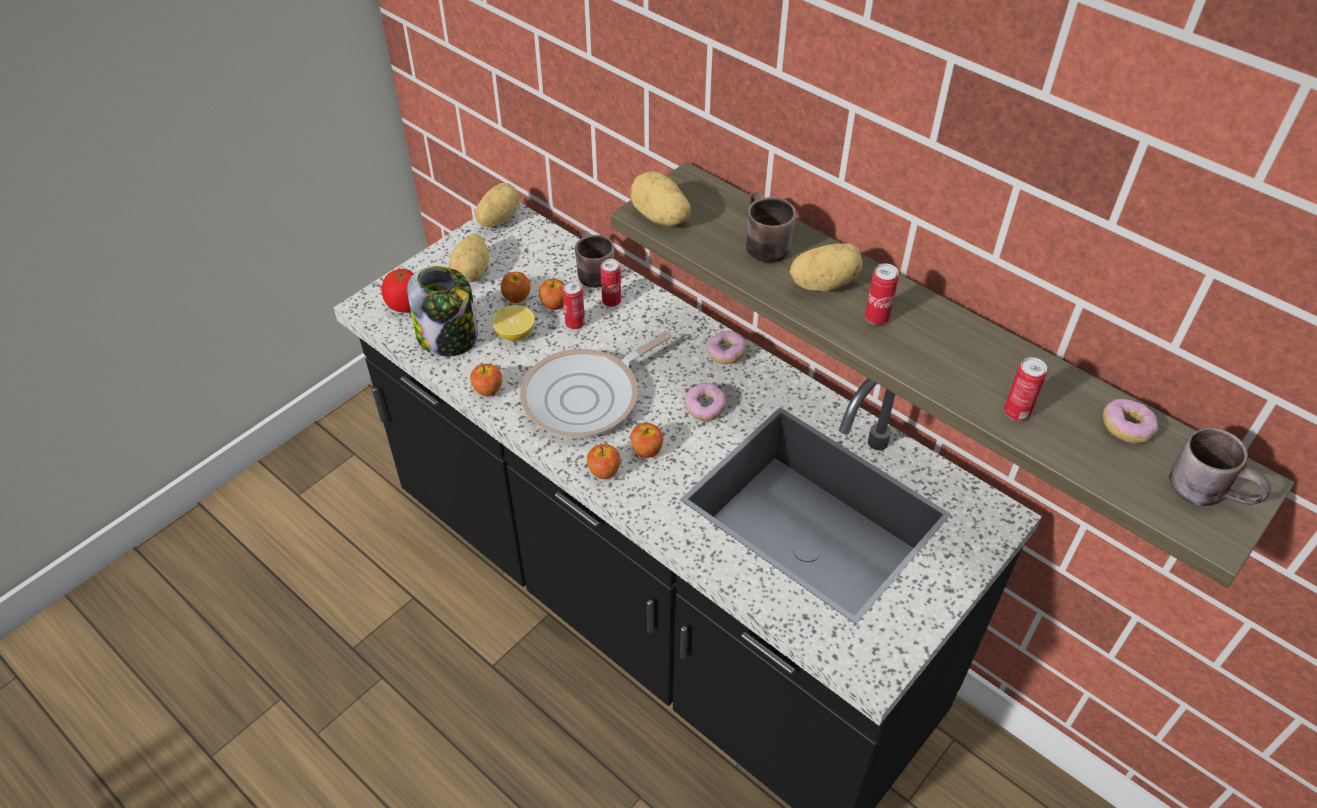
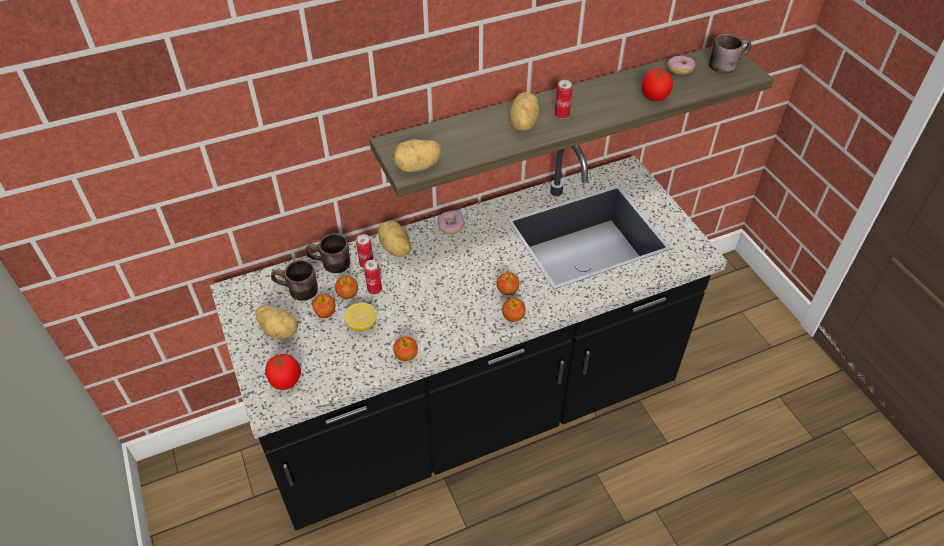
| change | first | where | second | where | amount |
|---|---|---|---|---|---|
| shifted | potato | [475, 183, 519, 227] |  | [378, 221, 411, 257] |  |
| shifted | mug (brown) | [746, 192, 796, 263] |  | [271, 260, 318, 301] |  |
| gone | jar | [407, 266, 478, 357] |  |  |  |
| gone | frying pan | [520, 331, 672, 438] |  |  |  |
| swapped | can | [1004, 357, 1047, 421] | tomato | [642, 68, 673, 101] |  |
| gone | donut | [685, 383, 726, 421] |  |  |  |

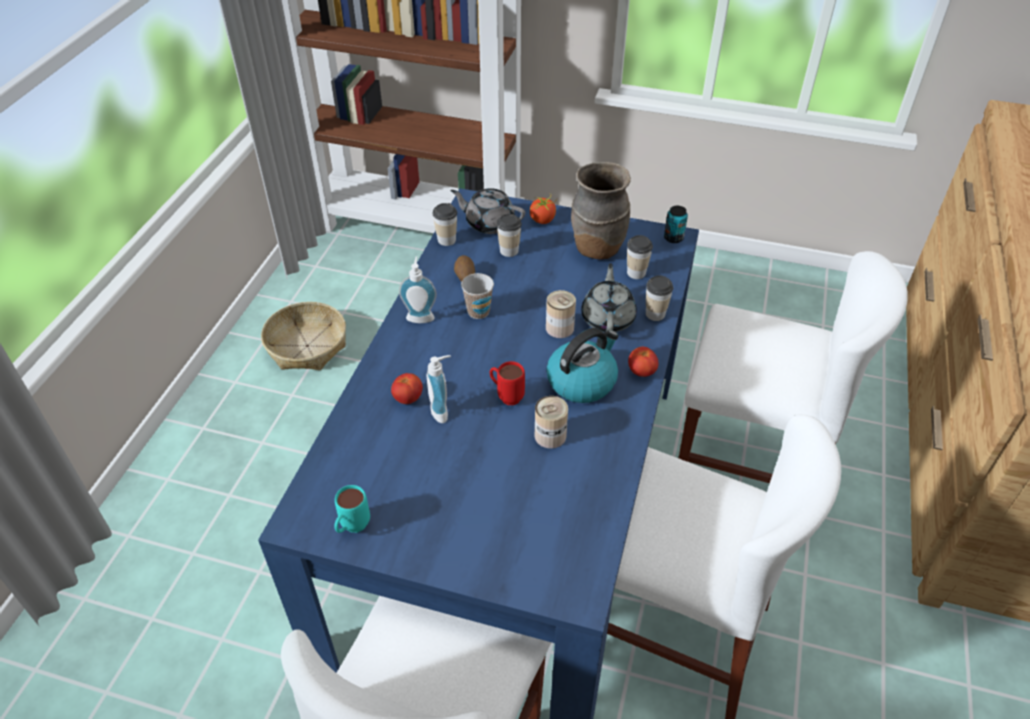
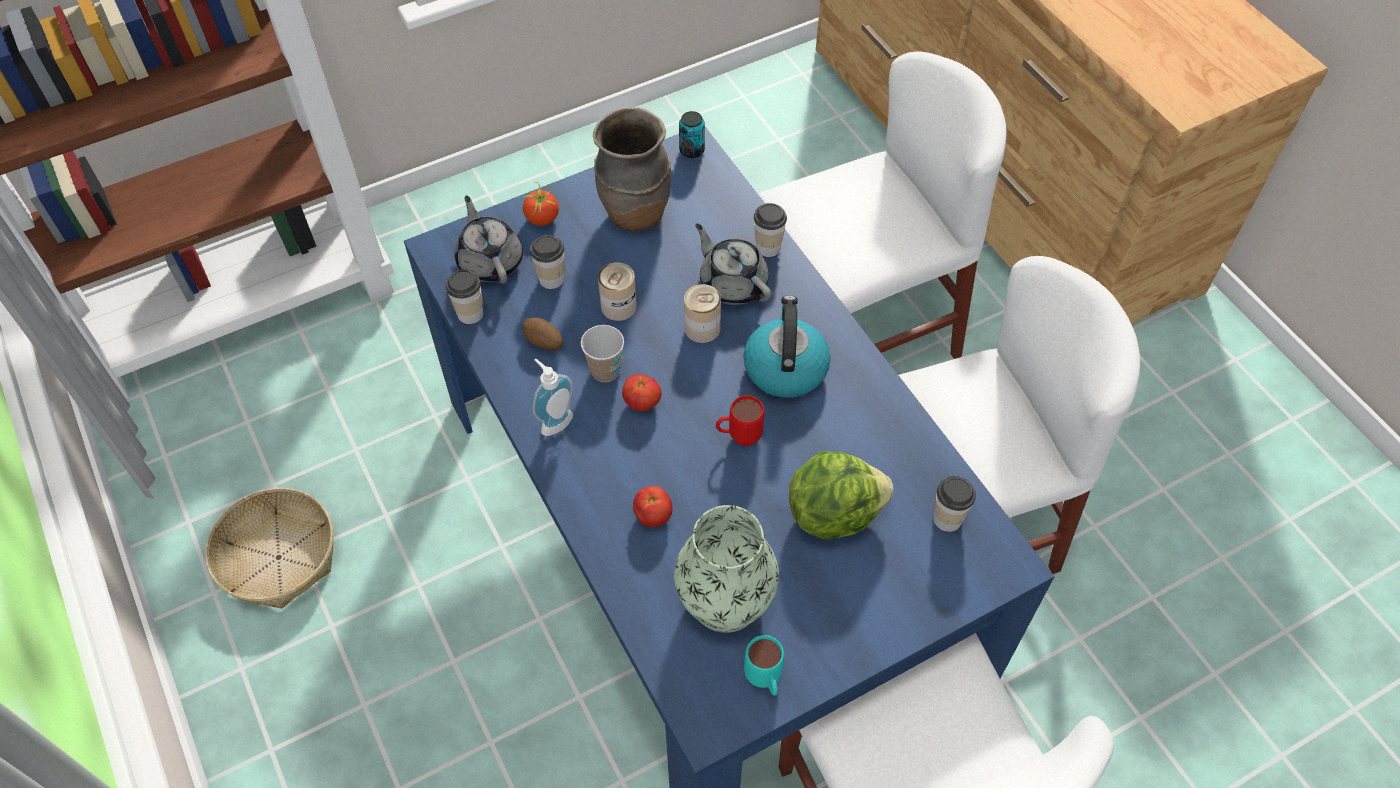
| change | first | where | second | where | amount |
|---|---|---|---|---|---|
| rotated | teapot (grey) | [450, 188, 525, 234] |  | [454, 195, 523, 284] | 90 degrees clockwise |
| shifted | cup | [627, 235, 653, 279] |  | [933, 476, 976, 532] |  |
| shifted | tomato | [628, 347, 659, 377] |  | [622, 374, 662, 412] |  |
| gone | soap dispenser | [426, 355, 451, 423] |  |  |  |
| shifted | can | [535, 396, 568, 449] |  | [598, 262, 637, 321] |  |
| new |  |  | lettuce | [789, 451, 894, 539] |  |
| new |  |  | vase | [674, 505, 779, 633] |  |

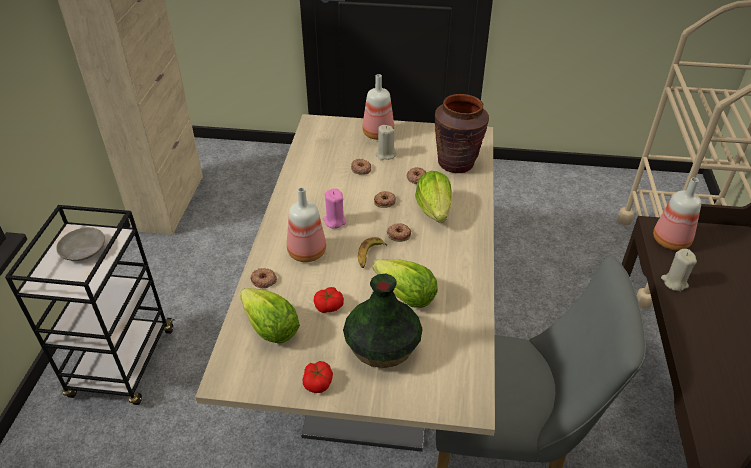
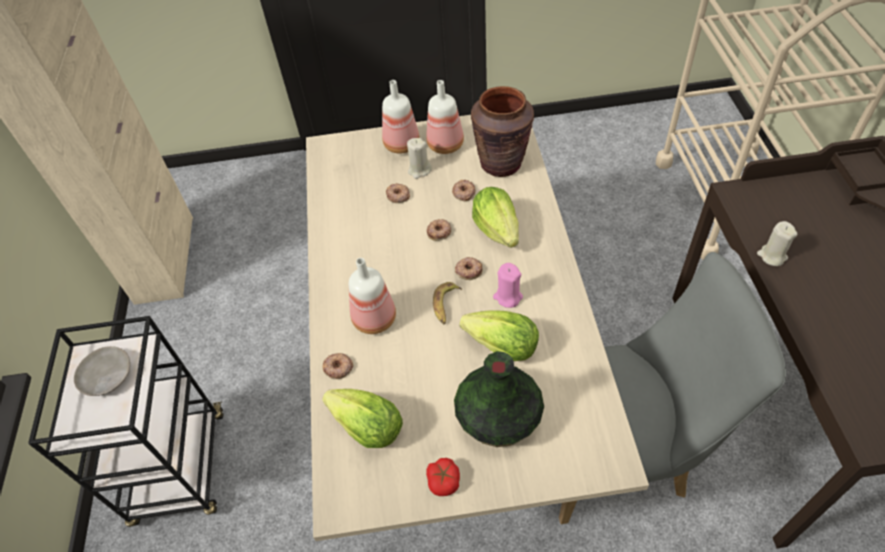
| change | first | where | second | where | amount |
|---|---|---|---|---|---|
| shifted | bottle | [653, 178, 701, 250] |  | [426, 80, 464, 154] |  |
| shifted | candle (pink) | [323, 188, 346, 229] |  | [493, 263, 523, 308] |  |
| gone | tomato | [314, 287, 344, 313] |  |  |  |

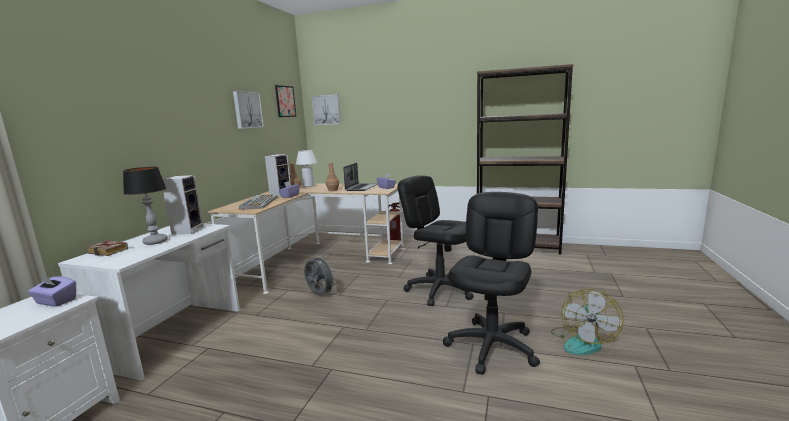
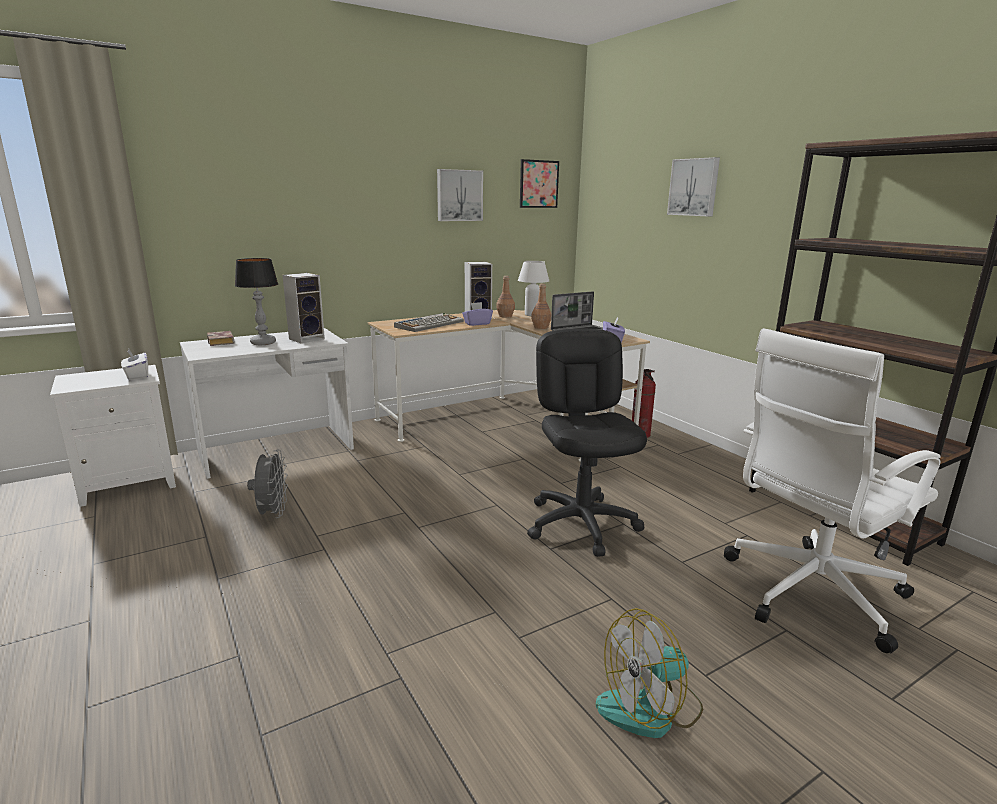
| change | first | where | second | where | amount |
|---|---|---|---|---|---|
| shifted | picture | [312, 94, 341, 125] |  | [667, 157, 720, 217] |  |
| gone | office chair (black) | [443, 192, 540, 375] |  |  |  |
| shifted | fan (grey) | [304, 255, 336, 295] |  | [247, 450, 288, 518] |  |
| repainted | tissue box (purple) | [28, 276, 76, 307] | tissue box (white) | [121, 349, 148, 380] |  |
| new |  |  | office chair (white) | [724, 328, 941, 654] |  |

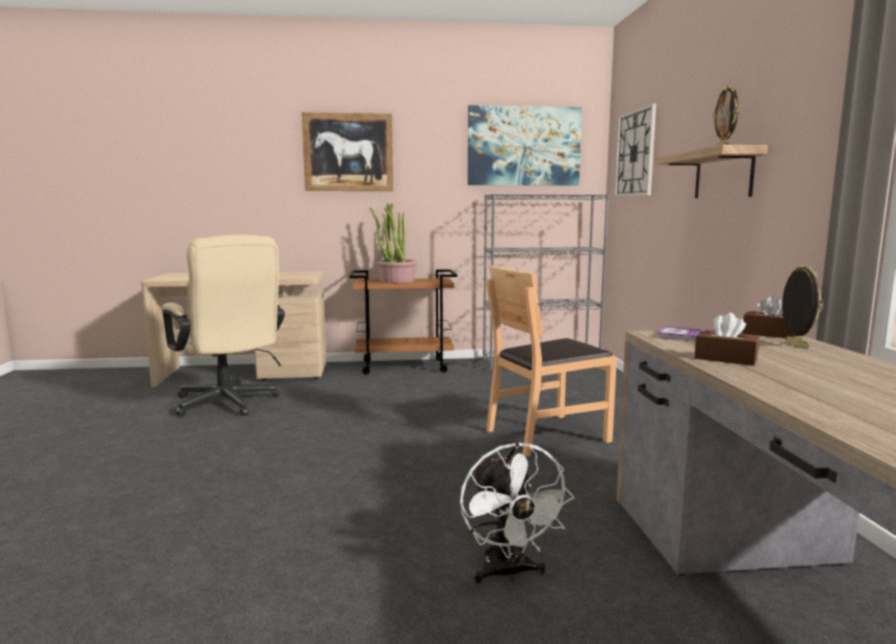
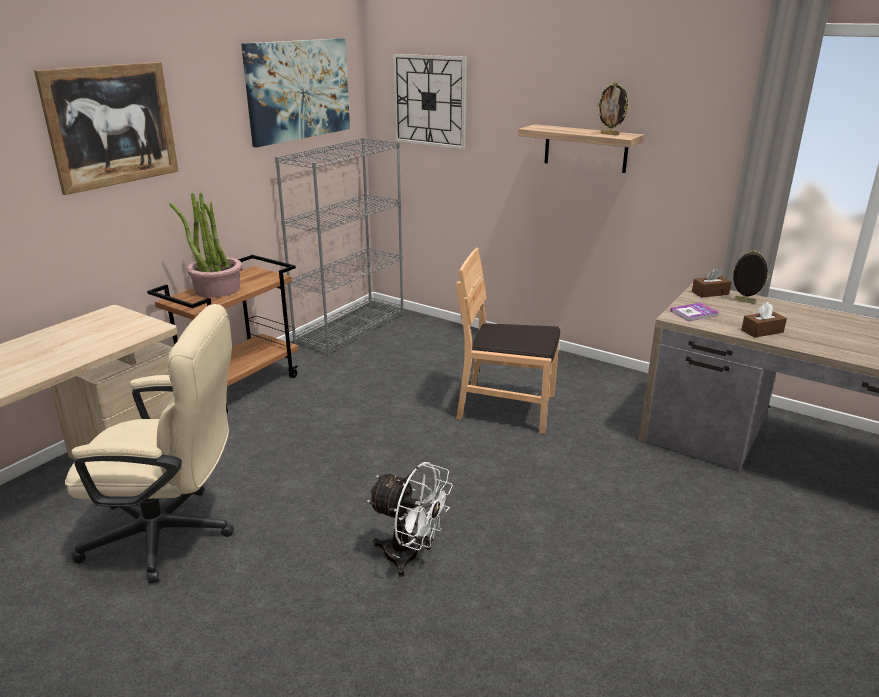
| change | first | where | second | where | amount |
|---|---|---|---|---|---|
| rotated | chair (brown) | [486, 265, 617, 457] |  | [456, 247, 560, 434] | 90 degrees clockwise |
| shifted | fan (white) | [460, 442, 574, 584] |  | [367, 462, 453, 577] |  |

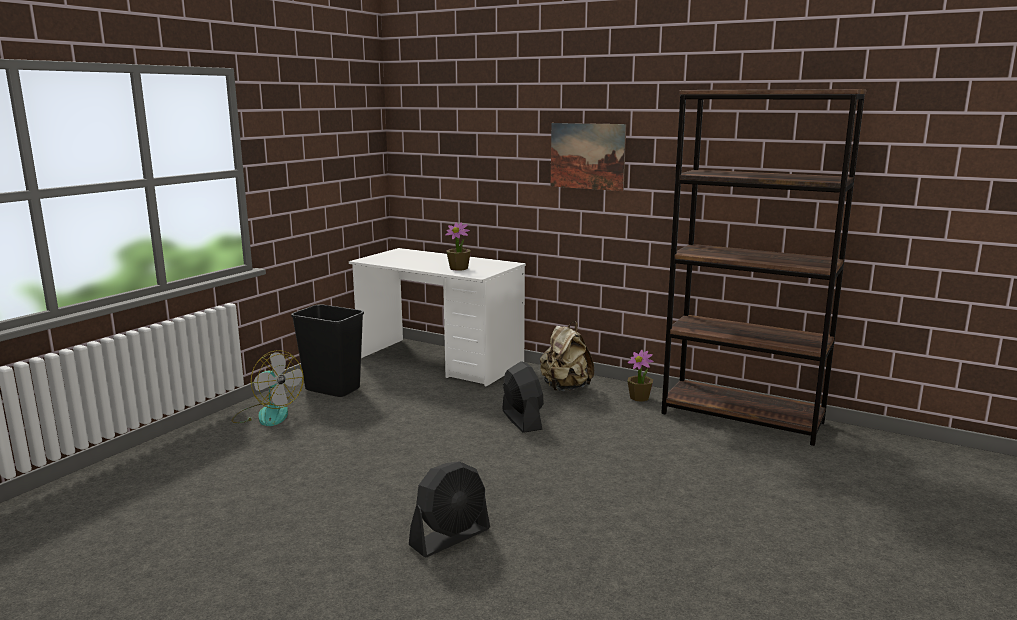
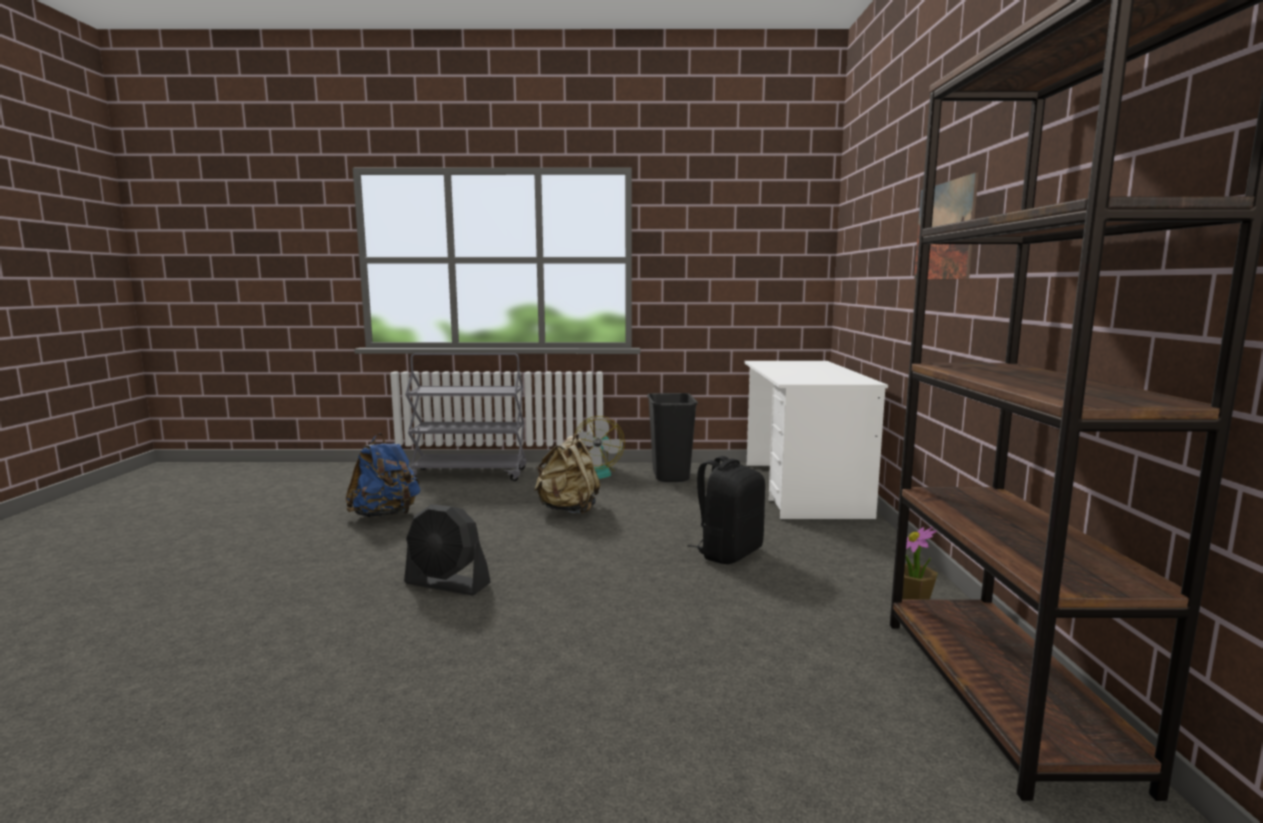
| change | first | where | second | where | amount |
|---|---|---|---|---|---|
| gone | potted plant | [445, 222, 471, 271] |  |  |  |
| shifted | backpack (beige) | [540, 322, 594, 391] |  | [534, 433, 600, 514] |  |
| swapped | fan (black) | [502, 361, 544, 433] | backpack (black) | [687, 456, 765, 564] |  |
| new |  |  | cart (grey) | [405, 353, 527, 481] |  |
| new |  |  | backpack (blue) | [346, 433, 421, 518] |  |

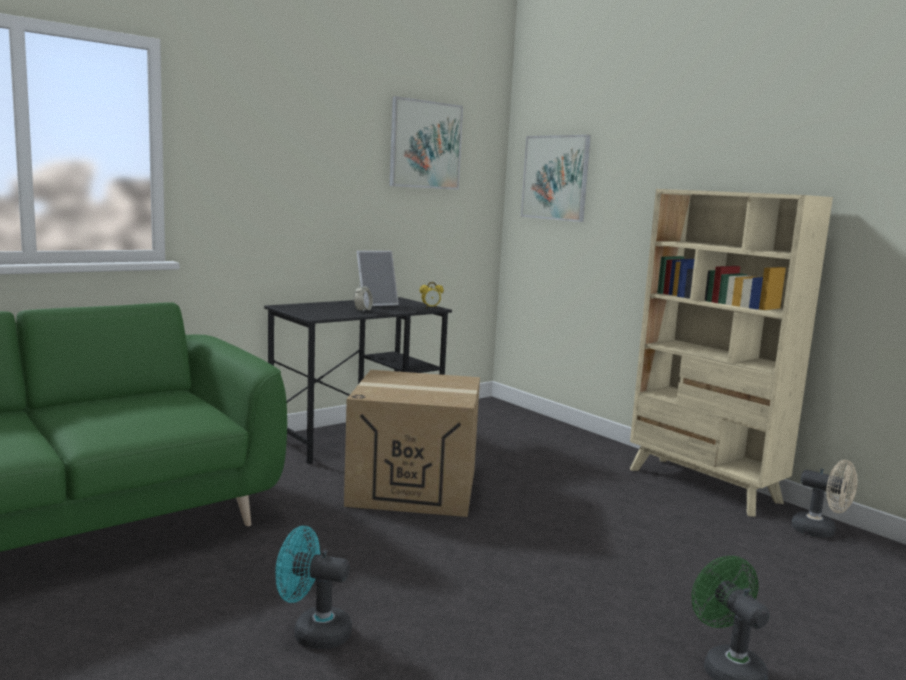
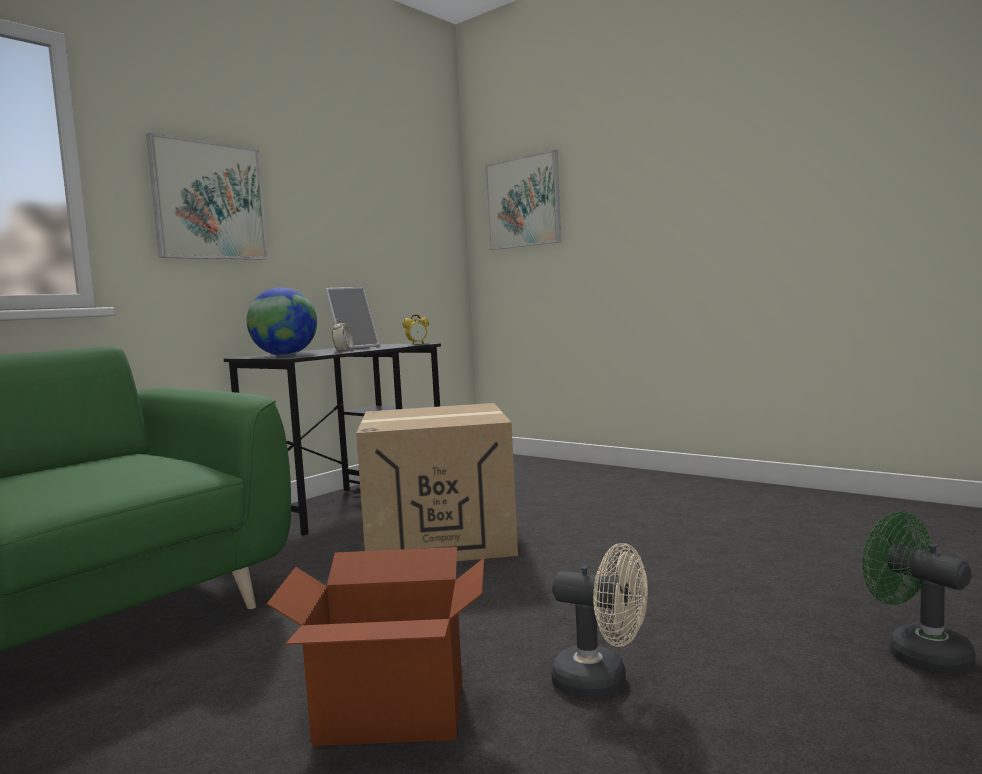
| change | first | where | second | where | amount |
|---|---|---|---|---|---|
| shifted | picture | [389, 96, 463, 190] |  | [146, 133, 268, 260] |  |
| gone | bookcase (beige) | [630, 189, 833, 517] |  |  |  |
| shifted | fan (beige) | [791, 460, 857, 538] |  | [551, 543, 648, 698] |  |
| swapped | fan (turquoise) | [275, 526, 352, 649] | cardboard box | [267, 547, 484, 746] |  |
| new |  |  | globe | [247, 287, 317, 356] |  |

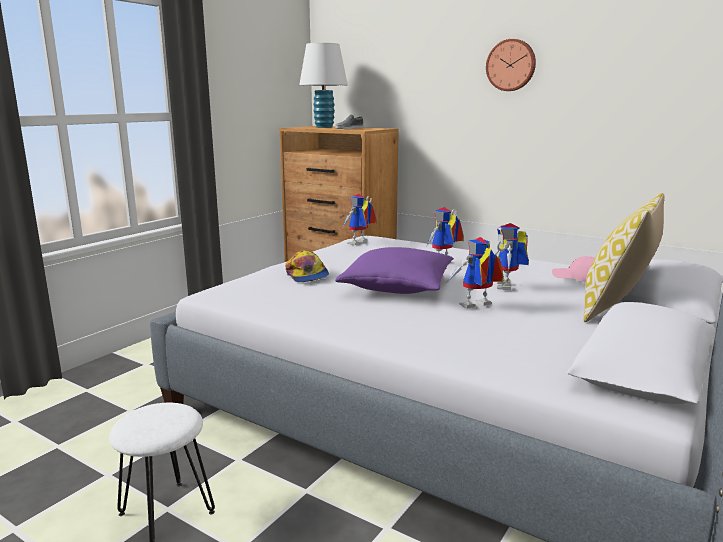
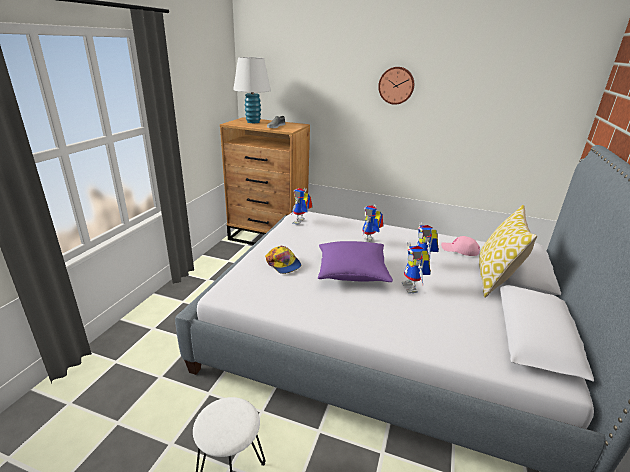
| change | first | where | second | where | amount |
|---|---|---|---|---|---|
| rotated | toy robot | [446, 237, 507, 308] |  | [402, 242, 431, 293] | 60 degrees counterclockwise |

